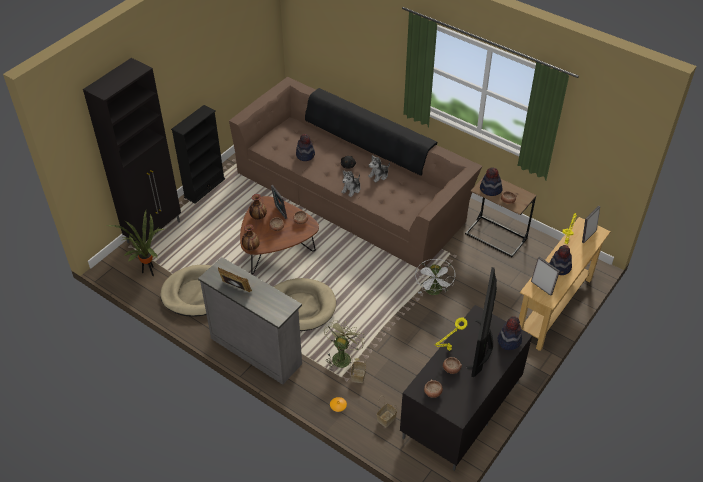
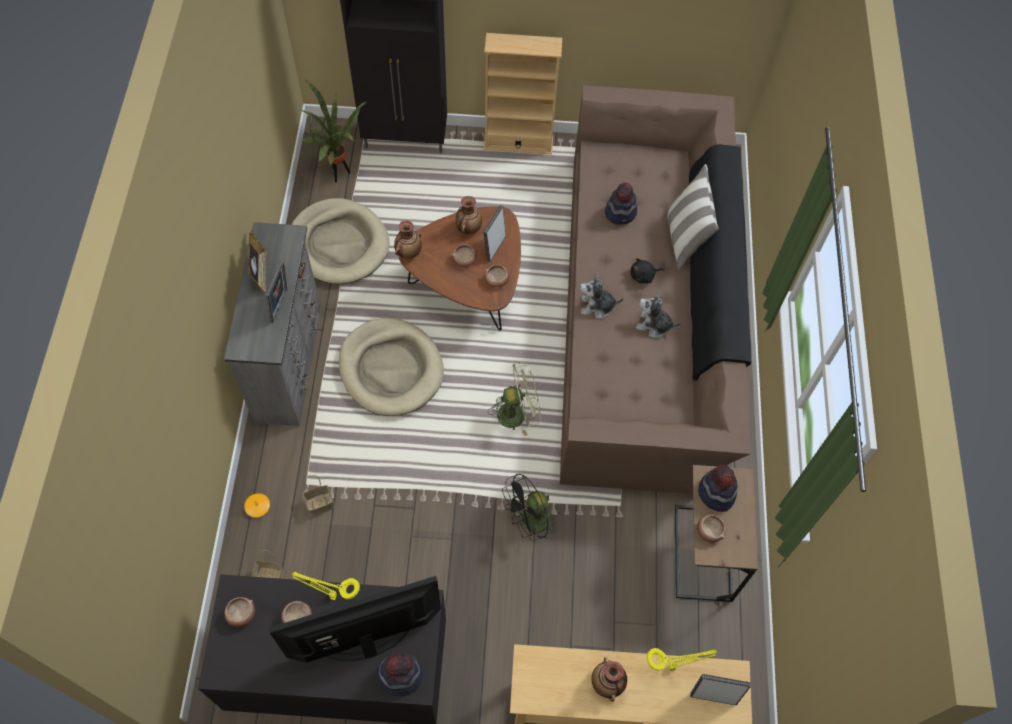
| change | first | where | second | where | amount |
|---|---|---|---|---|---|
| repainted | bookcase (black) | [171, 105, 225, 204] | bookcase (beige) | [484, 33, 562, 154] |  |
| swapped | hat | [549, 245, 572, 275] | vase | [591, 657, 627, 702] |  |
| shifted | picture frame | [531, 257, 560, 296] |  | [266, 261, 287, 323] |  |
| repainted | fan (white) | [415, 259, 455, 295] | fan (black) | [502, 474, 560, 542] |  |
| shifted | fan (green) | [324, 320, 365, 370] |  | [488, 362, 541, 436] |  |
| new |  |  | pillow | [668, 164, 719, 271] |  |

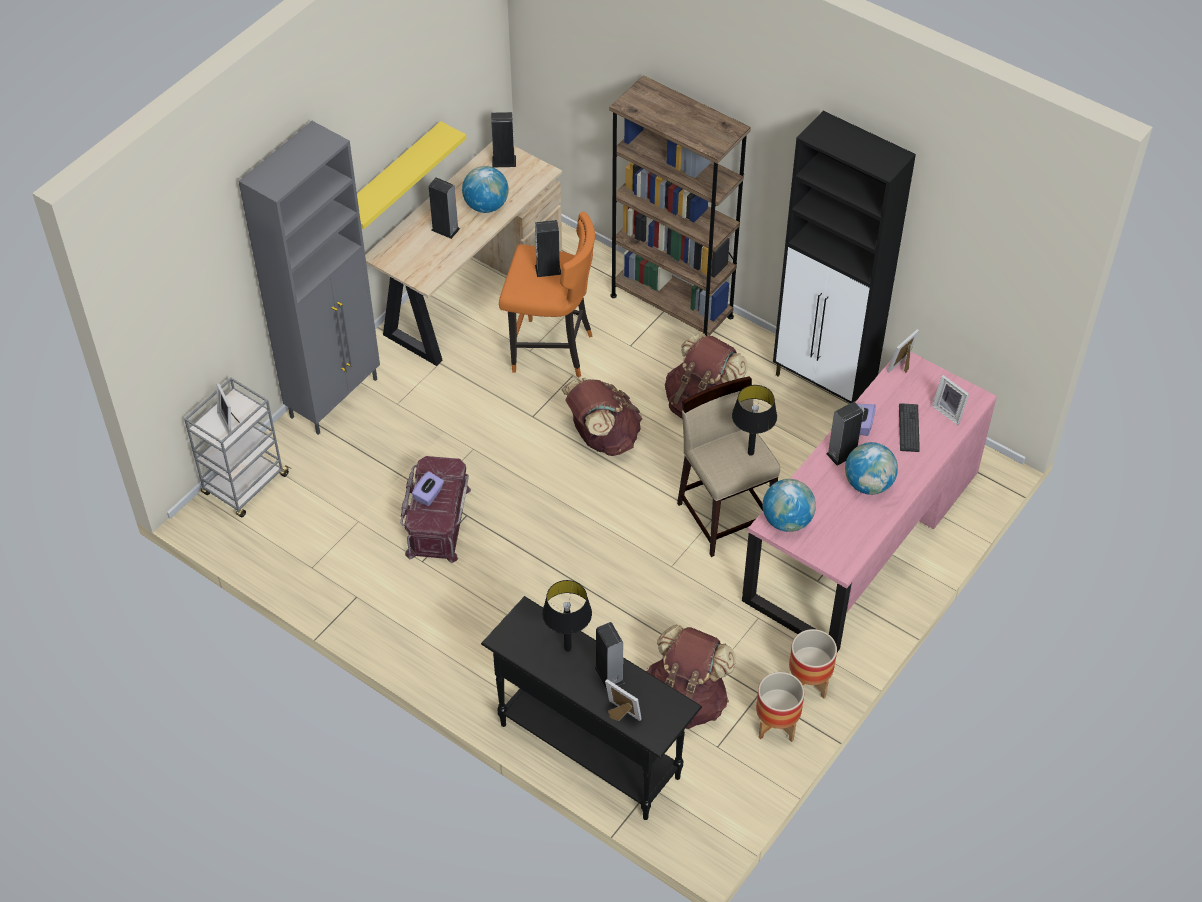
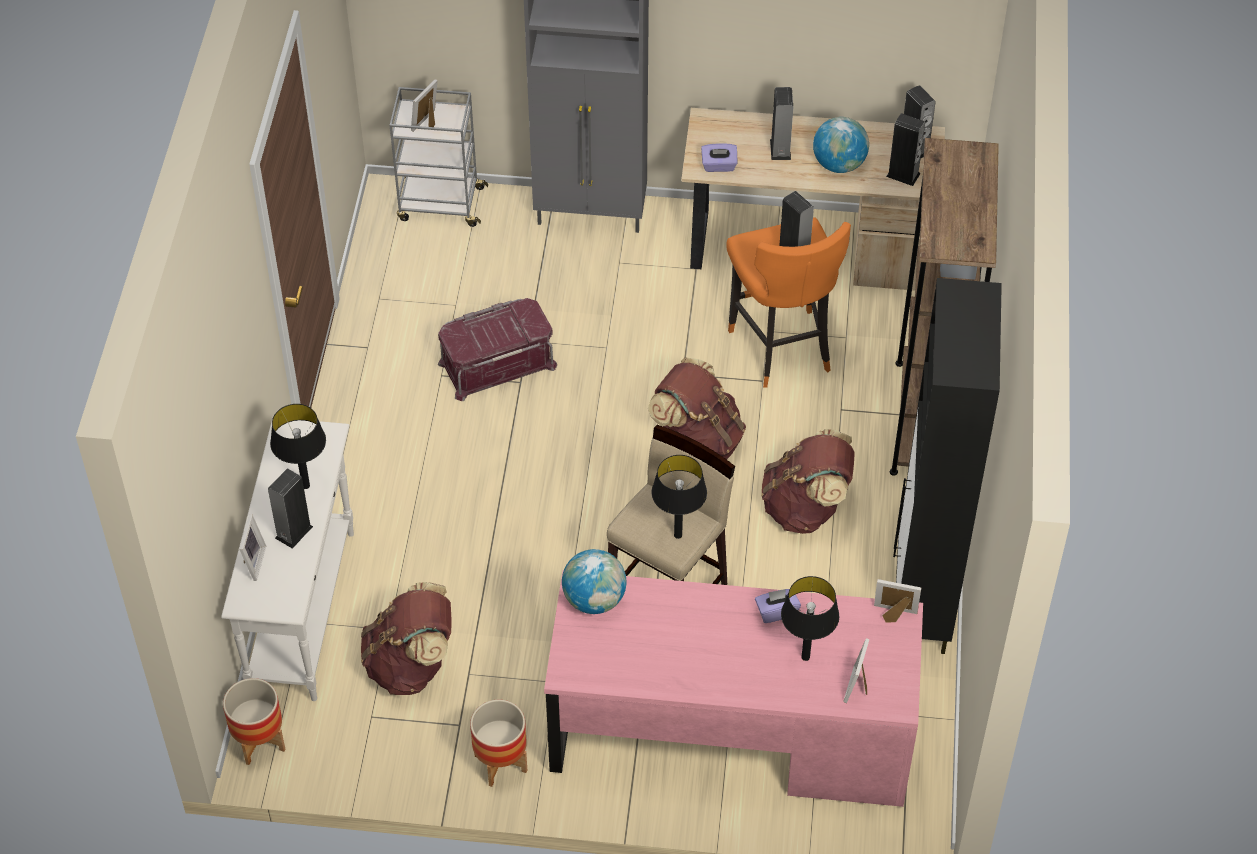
| change | first | where | second | where | amount |
|---|---|---|---|---|---|
| gone | shelf (yellow) | [357, 121, 466, 229] |  |  |  |
| shifted | speaker | [826, 402, 863, 466] |  | [886, 113, 925, 186] |  |
| swapped | keyboard | [899, 403, 920, 452] | table lamp (black) | [781, 576, 839, 661] |  |
| gone | globe | [845, 442, 898, 495] |  |  |  |
| shifted | tissue box (purple) | [412, 471, 444, 506] |  | [701, 143, 738, 172] |  |
| repainted | console table (black) | [481, 596, 702, 820] | console table (white) | [221, 418, 354, 701] |  |
| shifted | planter | [756, 672, 804, 742] |  | [223, 678, 285, 765] |  |

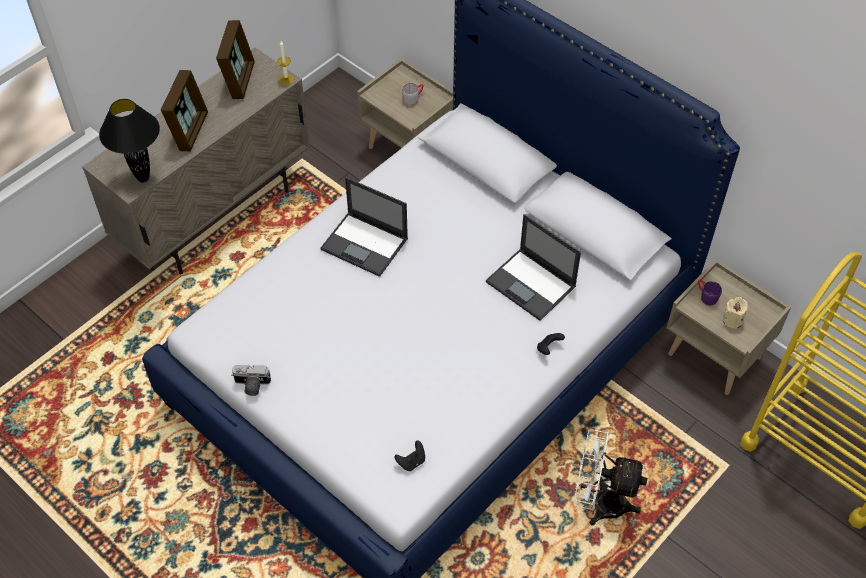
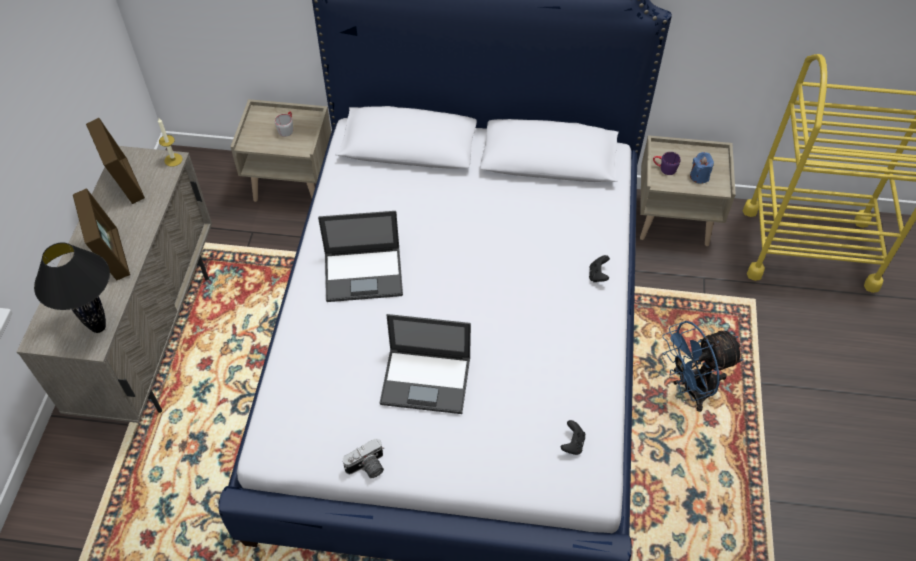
| change | first | where | second | where | amount |
|---|---|---|---|---|---|
| shifted | laptop | [486, 214, 581, 321] |  | [380, 314, 471, 414] |  |
| repainted | candle (beige) | [723, 297, 748, 329] | candle (blue) | [690, 152, 714, 184] |  |
| repainted | fan (white) | [574, 429, 648, 526] | fan (blue) | [662, 321, 743, 412] |  |

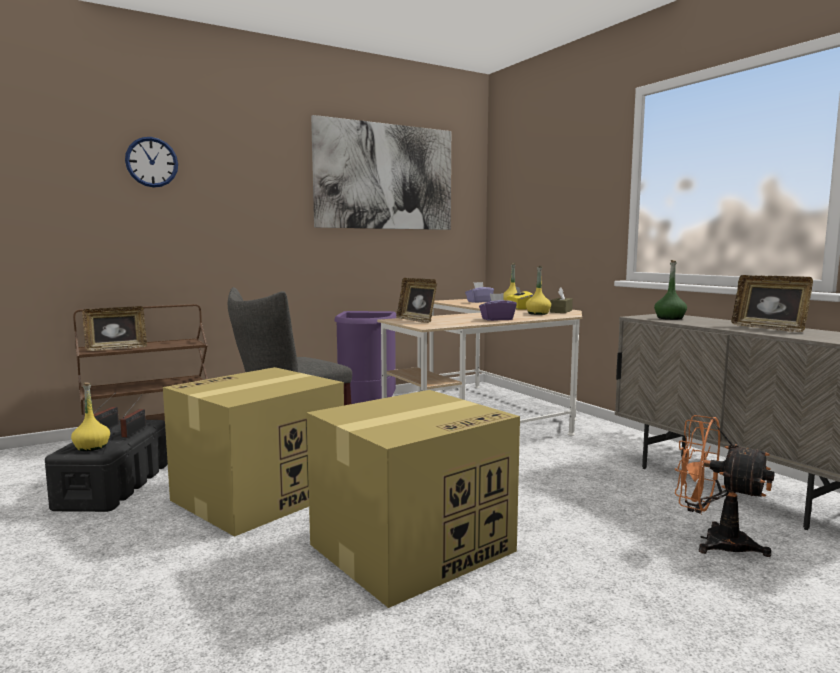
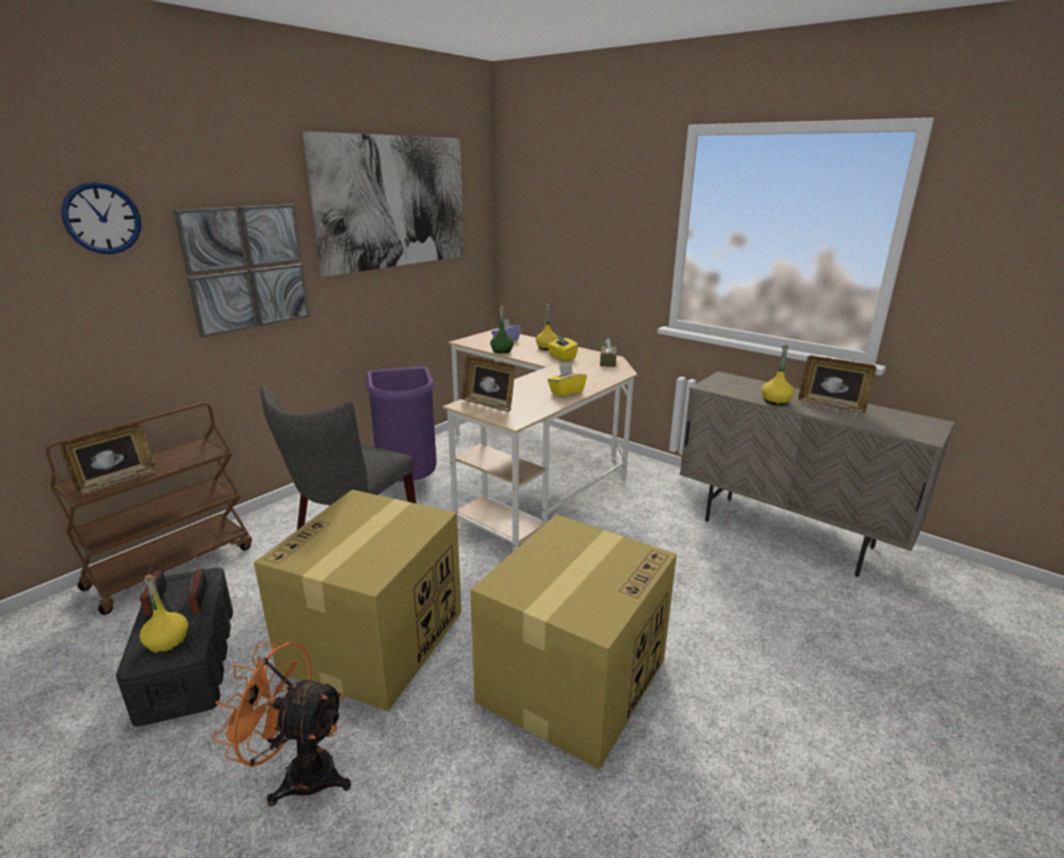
| change | first | where | second | where | amount |
|---|---|---|---|---|---|
| shifted | bottle (green) | [654, 260, 687, 320] |  | [490, 306, 514, 354] |  |
| shifted | bottle (yellow) | [526, 266, 551, 315] |  | [762, 345, 794, 405] |  |
| repainted | tissue box (purple) | [479, 293, 517, 321] | tissue box (yellow) | [548, 364, 587, 397] |  |
| shifted | fan (orange) | [675, 415, 775, 557] |  | [212, 641, 351, 806] |  |
| new |  |  | picture | [174, 204, 309, 338] |  |

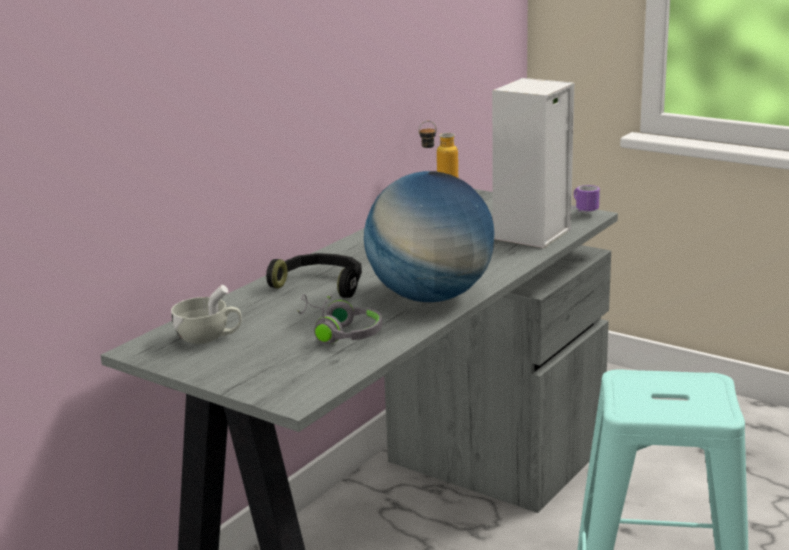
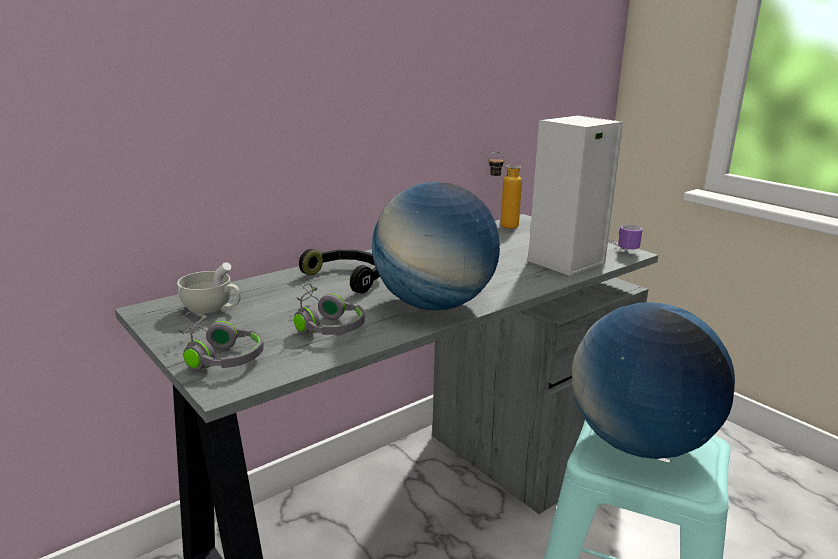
| change | first | where | second | where | amount |
|---|---|---|---|---|---|
| new |  |  | globe | [572, 302, 735, 459] |  |
| new |  |  | headphones (grey) | [178, 312, 264, 370] |  |

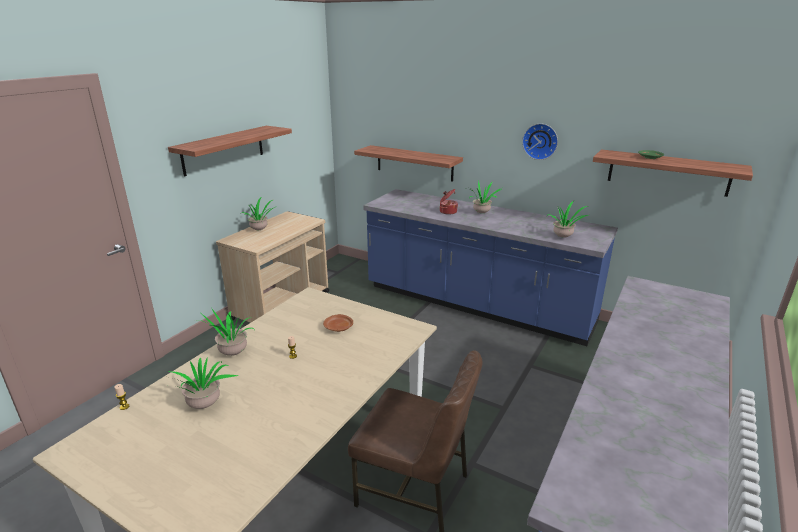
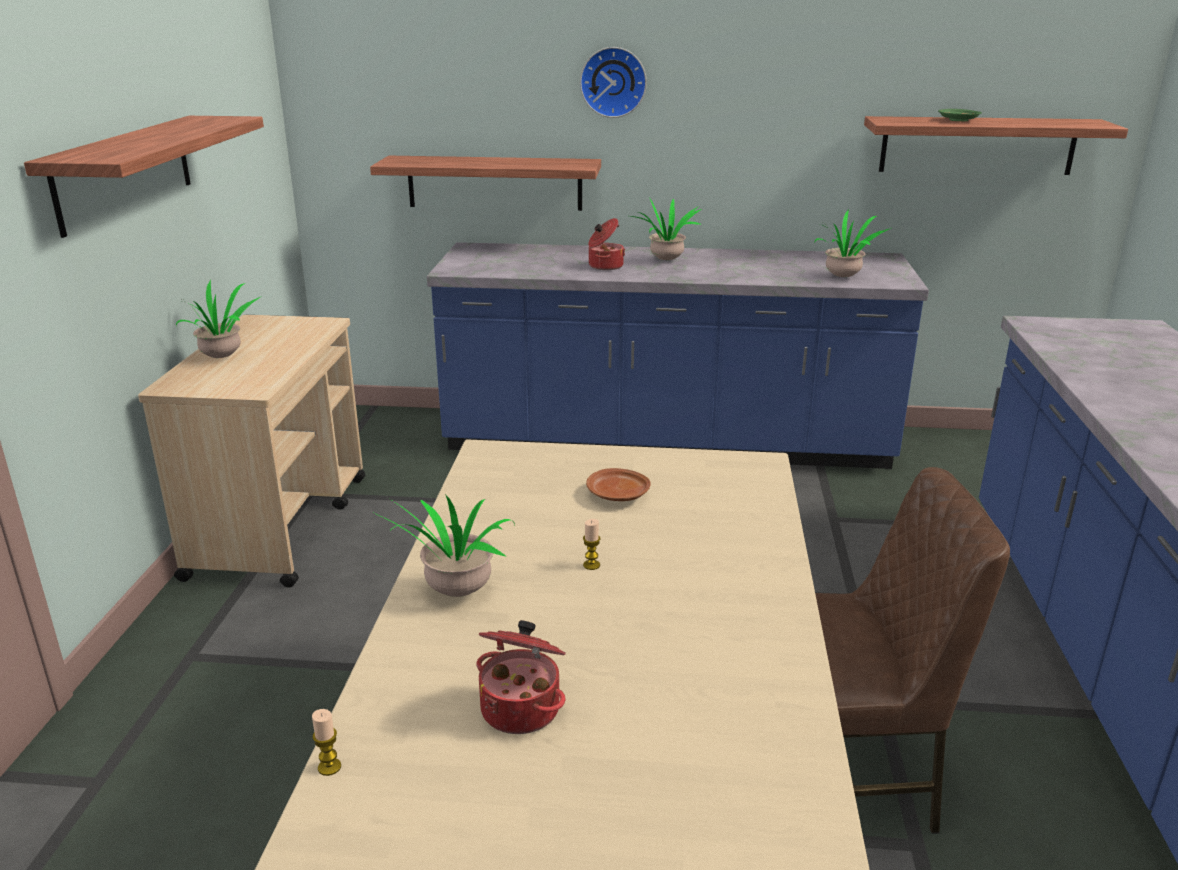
| change | first | where | second | where | amount |
|---|---|---|---|---|---|
| shifted | wall clock | [522, 123, 558, 160] |  | [580, 47, 647, 118] |  |
| swapped | potted plant | [168, 358, 239, 409] | cooking pot | [476, 620, 566, 734] |  |

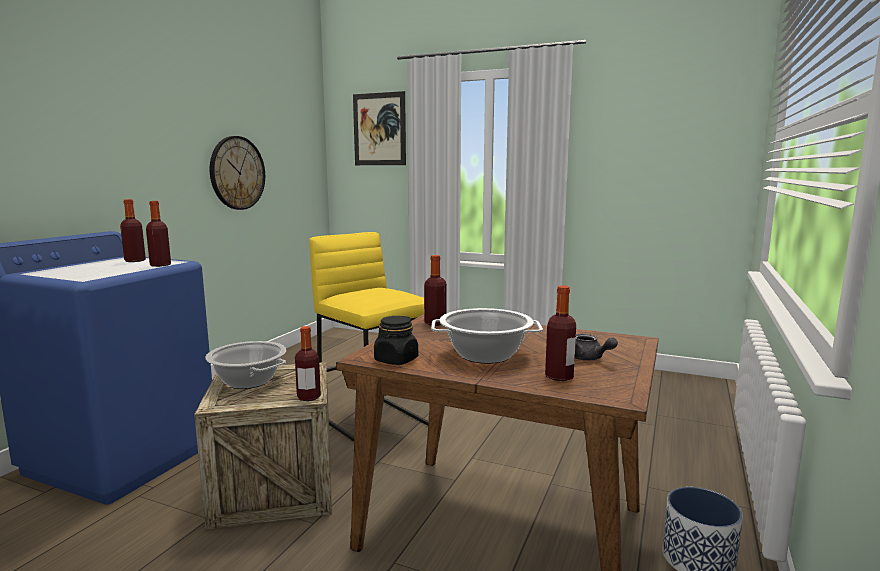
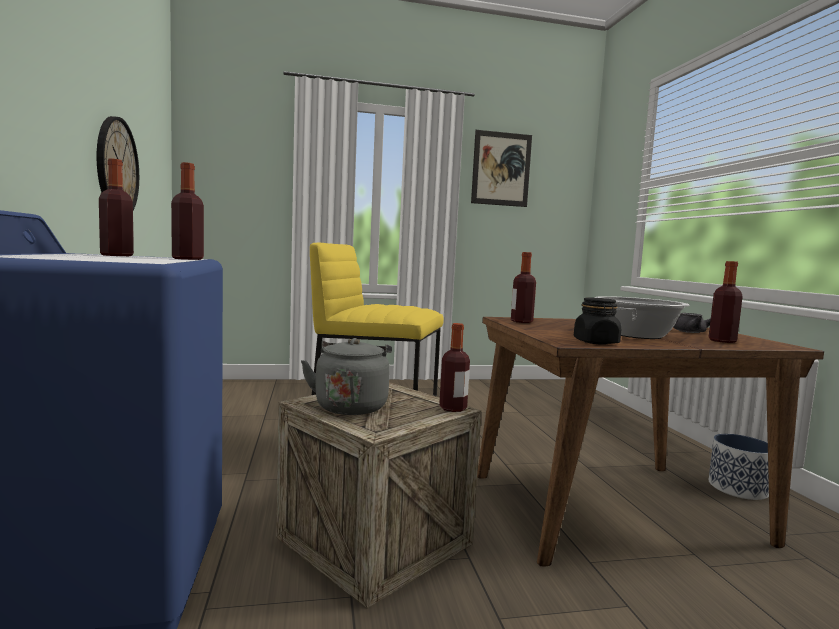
| change | first | where | second | where | amount |
|---|---|---|---|---|---|
| shifted | picture | [353, 91, 406, 165] |  | [471, 130, 532, 207] |  |
| swapped | cooking pot | [205, 341, 286, 389] | kettle (grey) | [301, 338, 392, 415] |  |

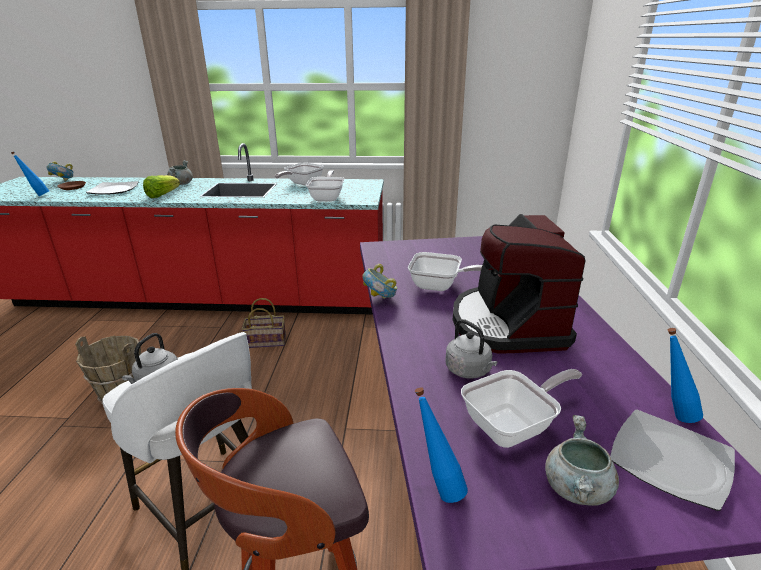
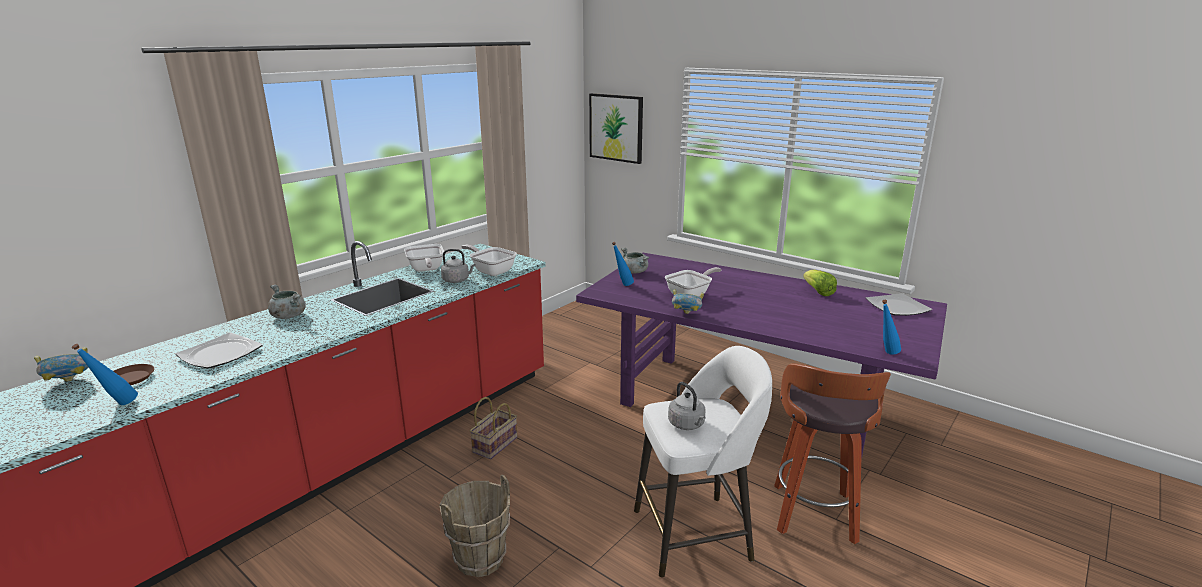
| change | first | where | second | where | amount |
|---|---|---|---|---|---|
| shifted | lettuce | [143, 175, 180, 198] |  | [803, 270, 837, 296] |  |
| gone | coffee machine | [453, 214, 585, 353] |  |  |  |
| shifted | kettle (grey) | [446, 319, 497, 379] |  | [441, 249, 476, 283] |  |
| shifted | bottle (blue) | [668, 328, 703, 423] |  | [612, 242, 634, 286] |  |
| gone | frying pan | [461, 369, 582, 448] |  |  |  |
| shifted | cooking pot (grey) | [545, 415, 619, 506] |  | [621, 248, 649, 274] |  |
| new |  |  | picture | [589, 93, 643, 164] |  |

